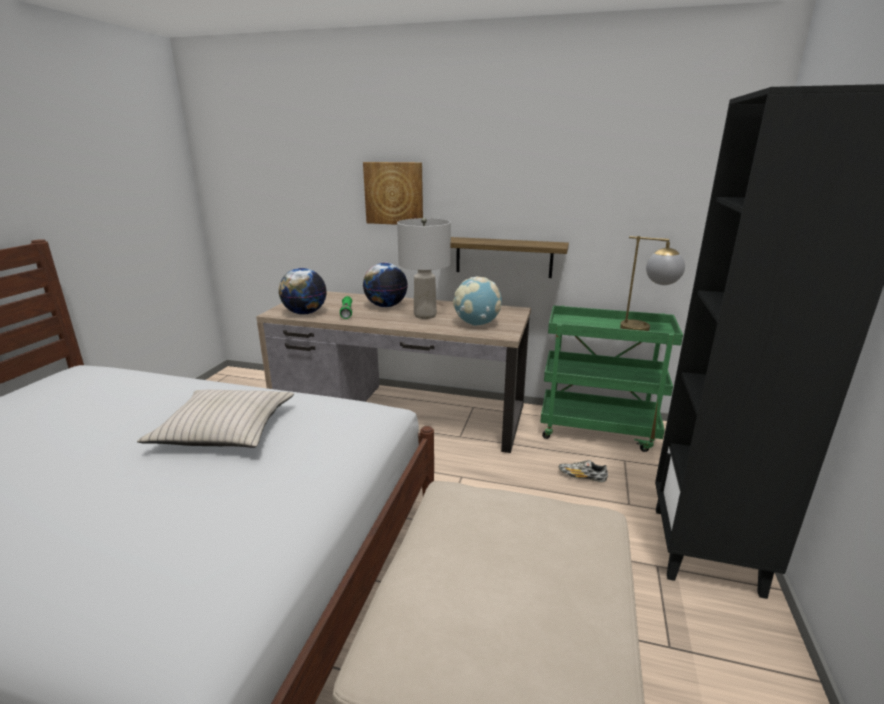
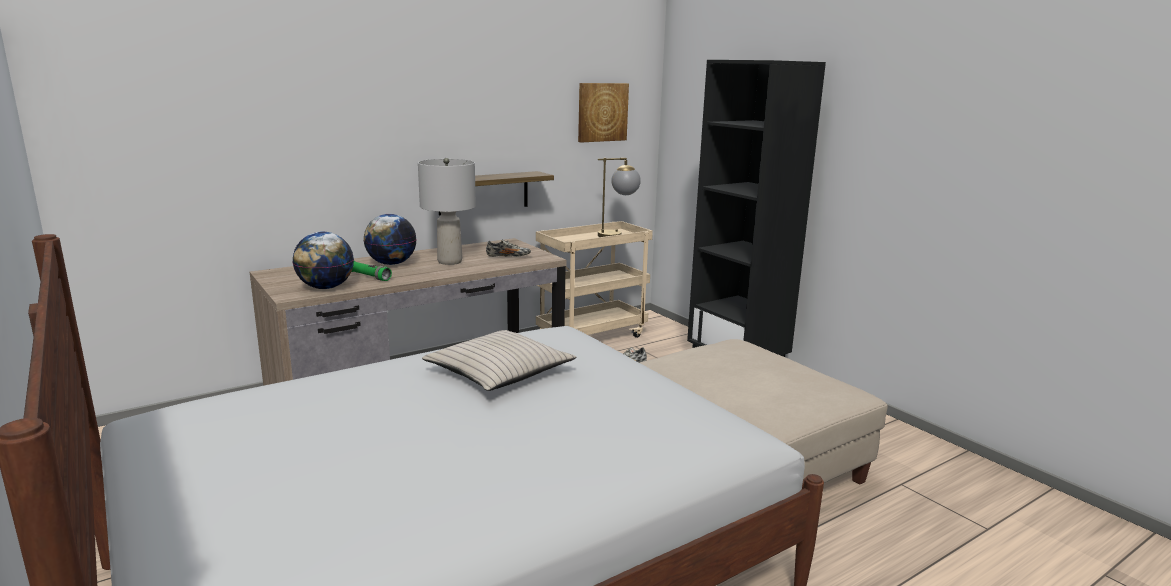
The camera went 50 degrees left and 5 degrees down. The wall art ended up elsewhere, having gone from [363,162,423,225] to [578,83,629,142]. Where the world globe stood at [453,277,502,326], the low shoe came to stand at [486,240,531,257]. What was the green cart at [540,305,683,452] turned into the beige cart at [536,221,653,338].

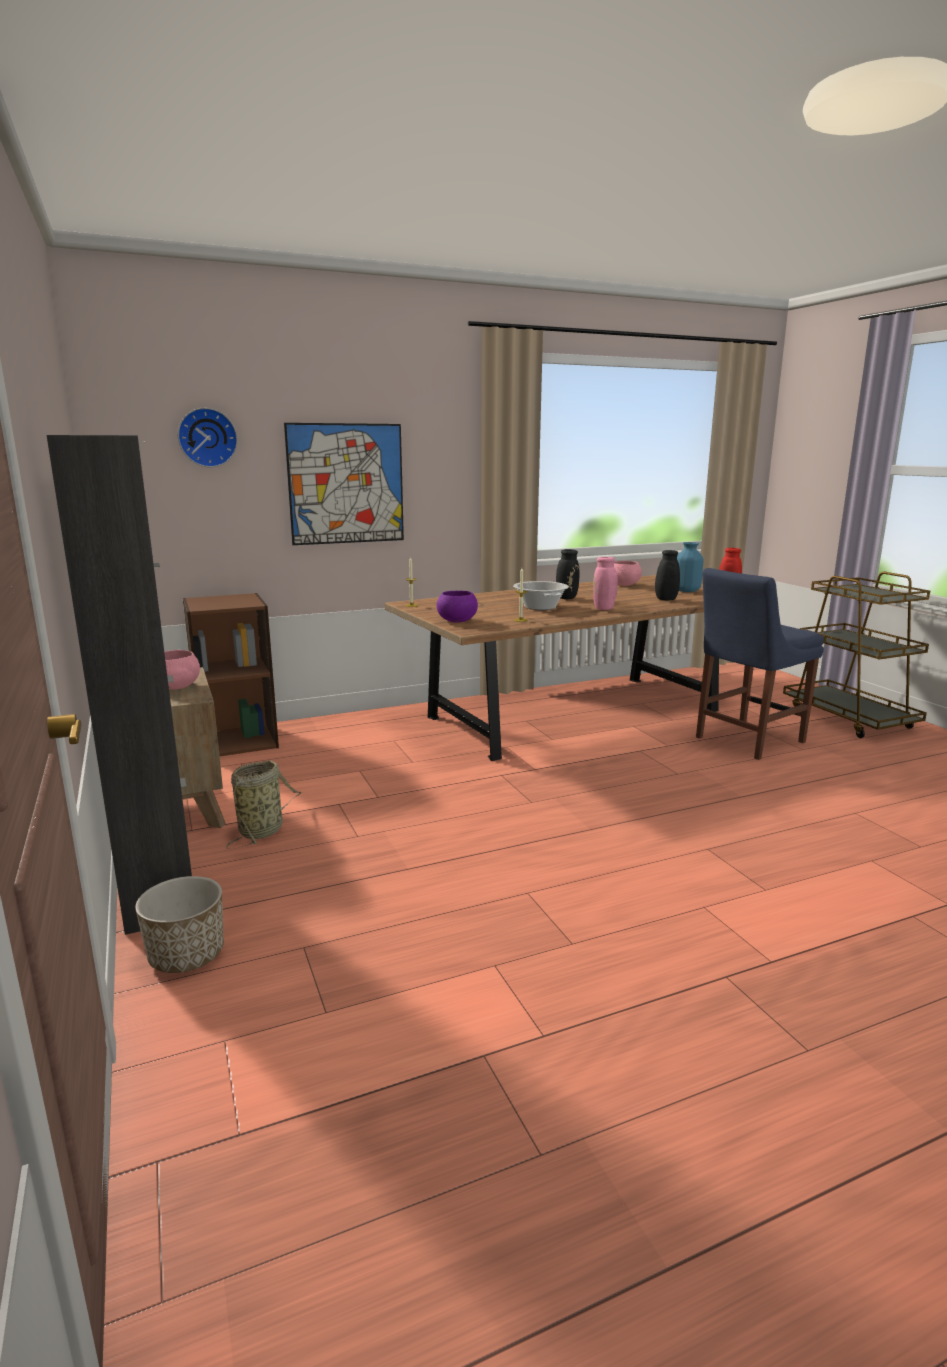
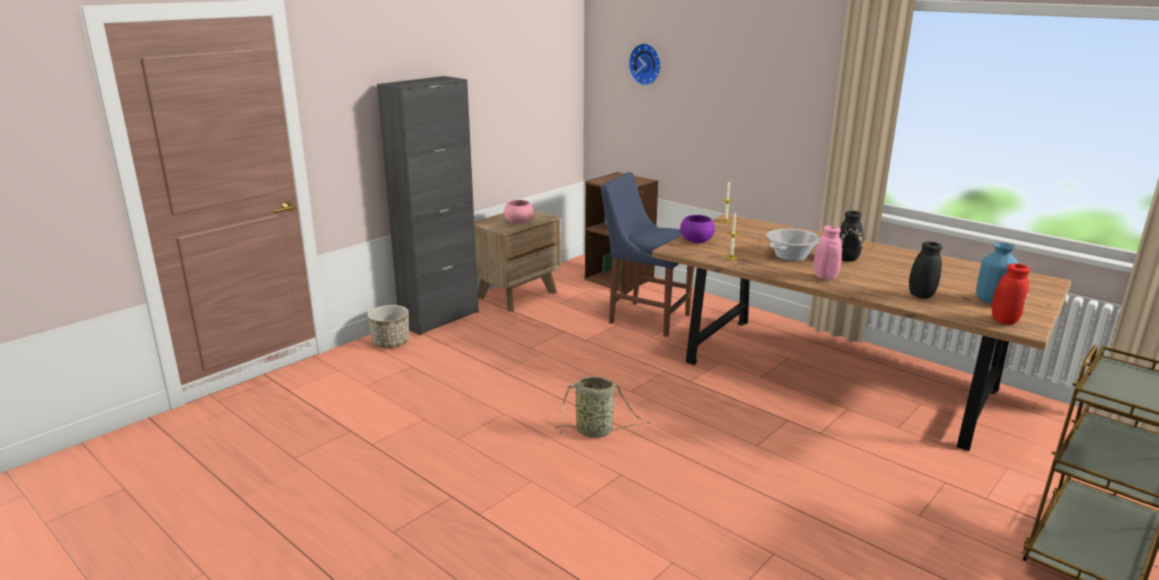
The camera went 65 degrees right and 5 degrees up. The second view lost the wall art at [284,423,404,545]. The second view lost the pink bowl at [614,561,642,586]. The storage basket ended up elsewhere, having gone from [226,761,302,849] to [556,376,651,438]. The bluish plain chair ended up elsewhere, having gone from [696,568,824,760] to [601,172,694,337].

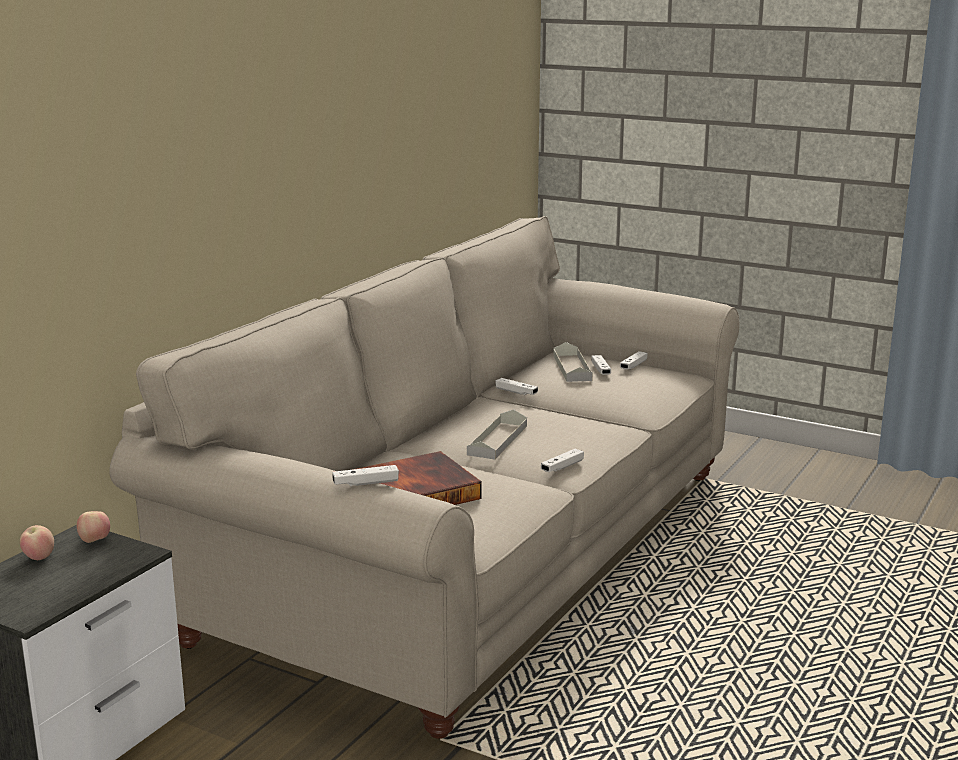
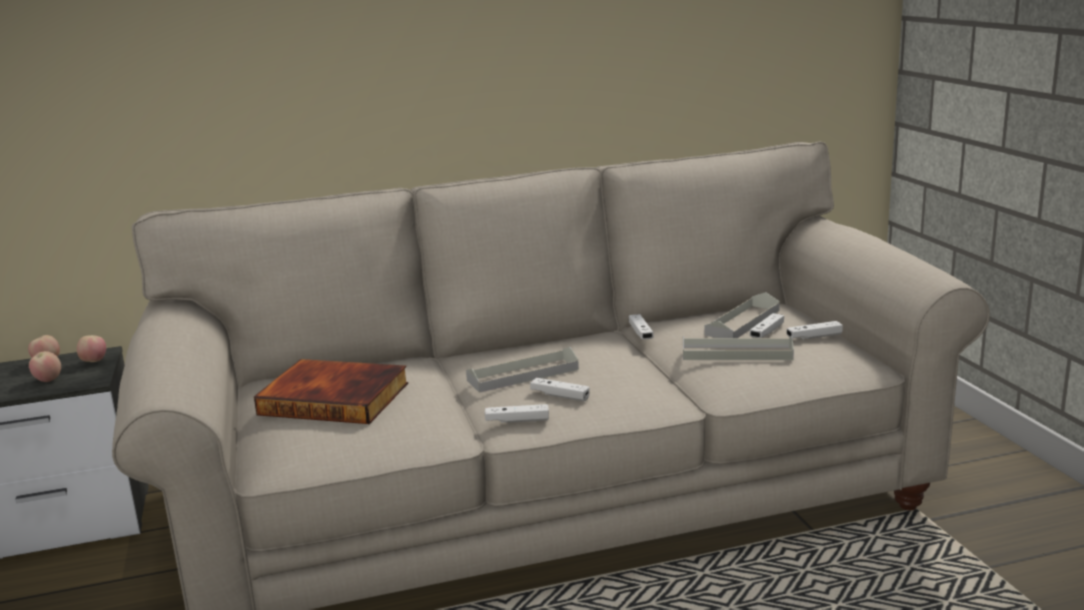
The camera went 45 degrees right and 0 degrees up. The second view gained the apple at [29,351,61,382]. The second view gained the greyish serving tray at [683,336,794,360]. The white joypad ended up elsewhere, having gone from [332,465,399,486] to [530,378,590,402].

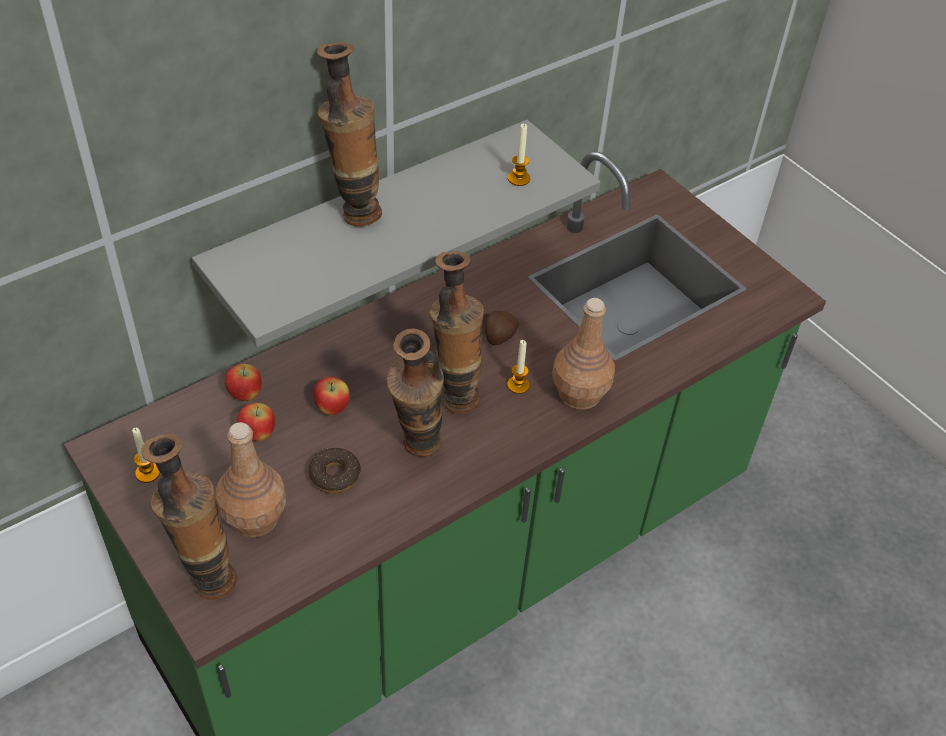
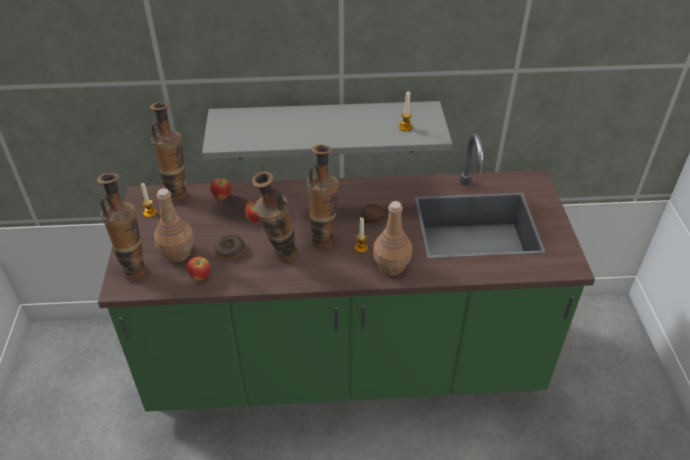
The camera went 35 degrees right and 5 degrees down. The apple ended up elsewhere, having gone from [237,403,275,441] to [187,257,210,281]. The vase ended up elsewhere, having gone from [317,42,382,227] to [150,102,188,201].

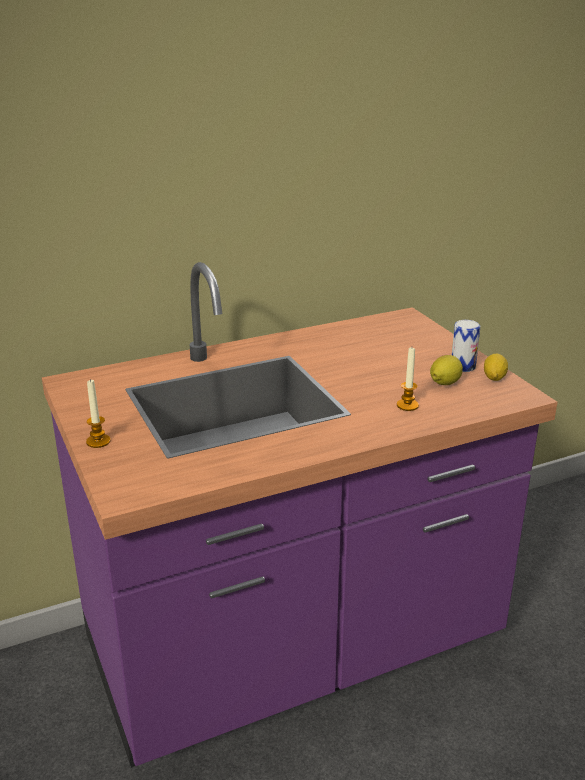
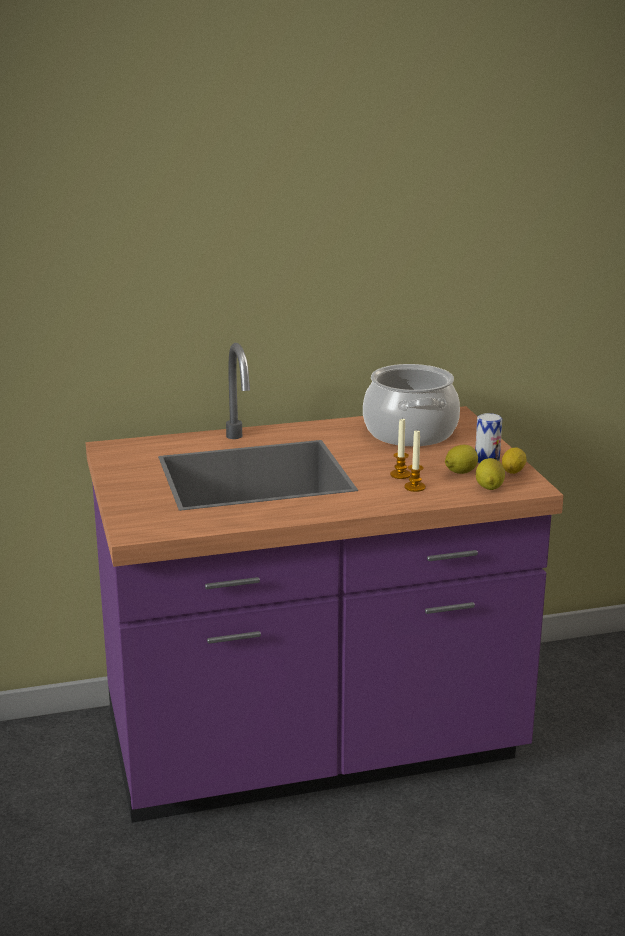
The camera went 10 degrees right and 5 degrees down. The second view gained the cooking pot at [363,364,460,446]. The second view gained the lemon at [476,458,505,490]. The wax candle ended up elsewhere, having gone from [86,379,111,448] to [390,419,411,479].

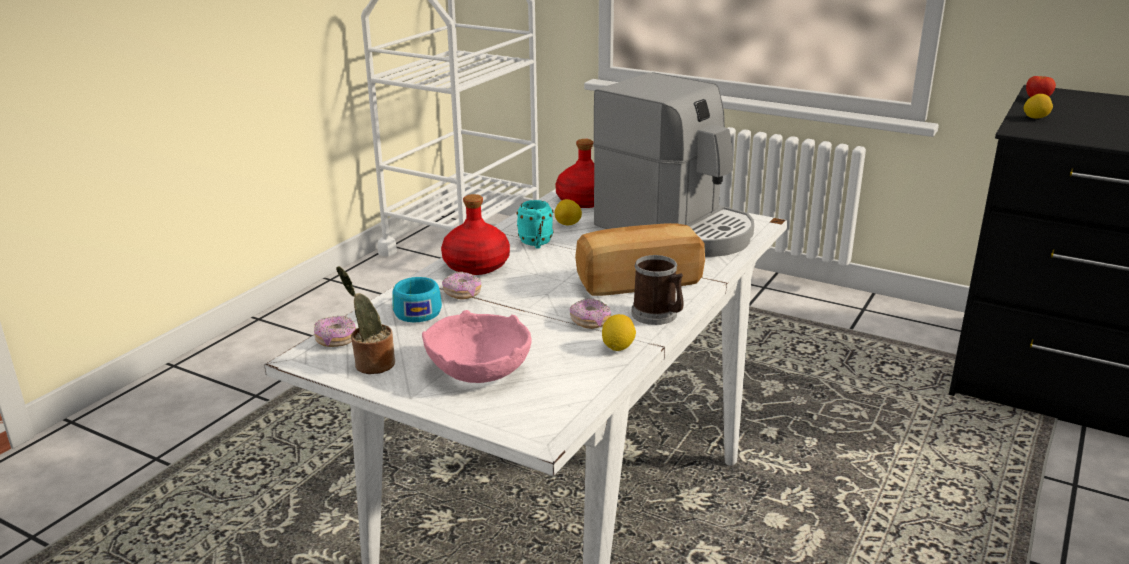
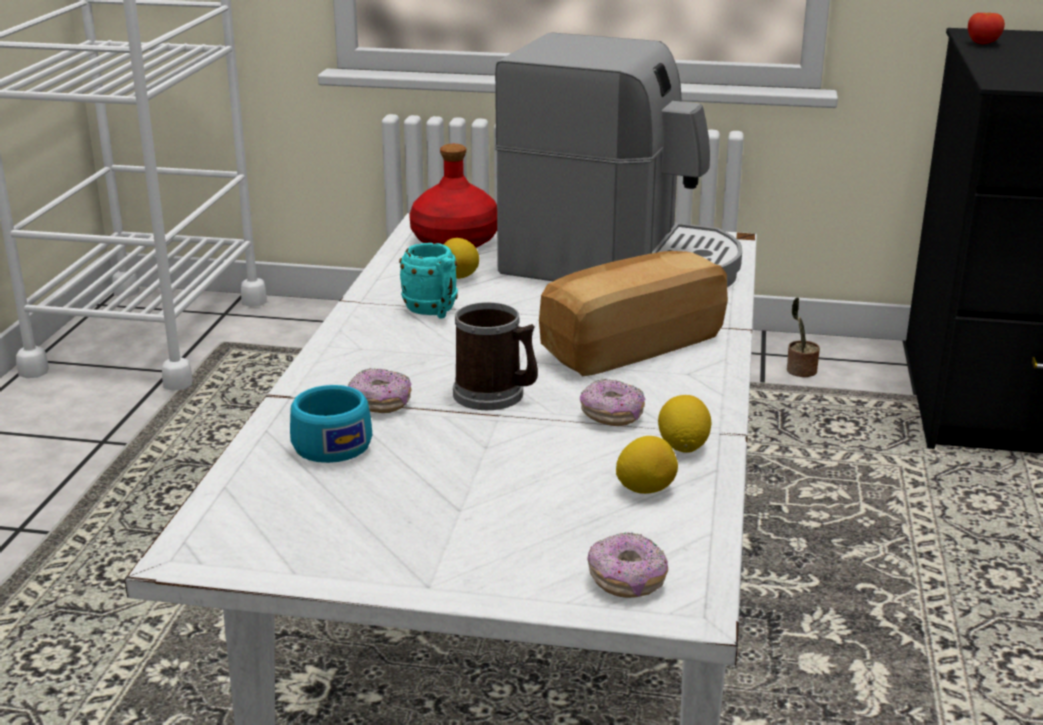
The camera went 20 degrees left and 0 degrees up. The second view lost the pink bowl at [422,310,532,383]. The second view lost the red drink bottle at [441,194,510,275]. The ring doughnut ended up elsewhere, having gone from [314,316,356,347] to [587,532,668,598]. The potted plant ended up elsewhere, having gone from [336,266,395,374] to [787,297,820,377]. The coffee mug ended up elsewhere, having gone from [631,255,684,325] to [453,302,538,410]. The lemon ended up elsewhere, having gone from [1024,94,1053,119] to [616,436,678,494].

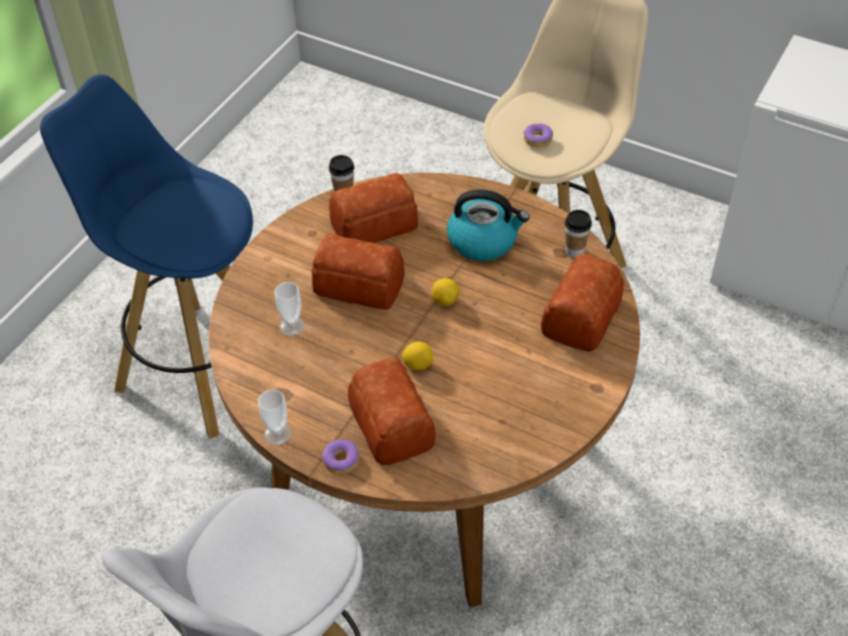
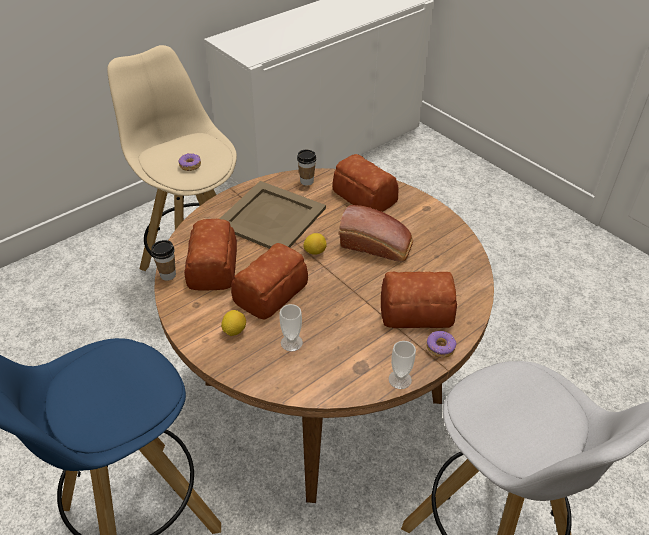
The camera went 70 degrees left and 5 degrees down. The second view gained the bakery bread at [339,205,413,262]. The lemon ended up elsewhere, having gone from [402,341,433,370] to [221,310,246,336]. Where the water kettle stood at [447,189,530,261], the beige serving tray came to stand at [220,181,326,249].

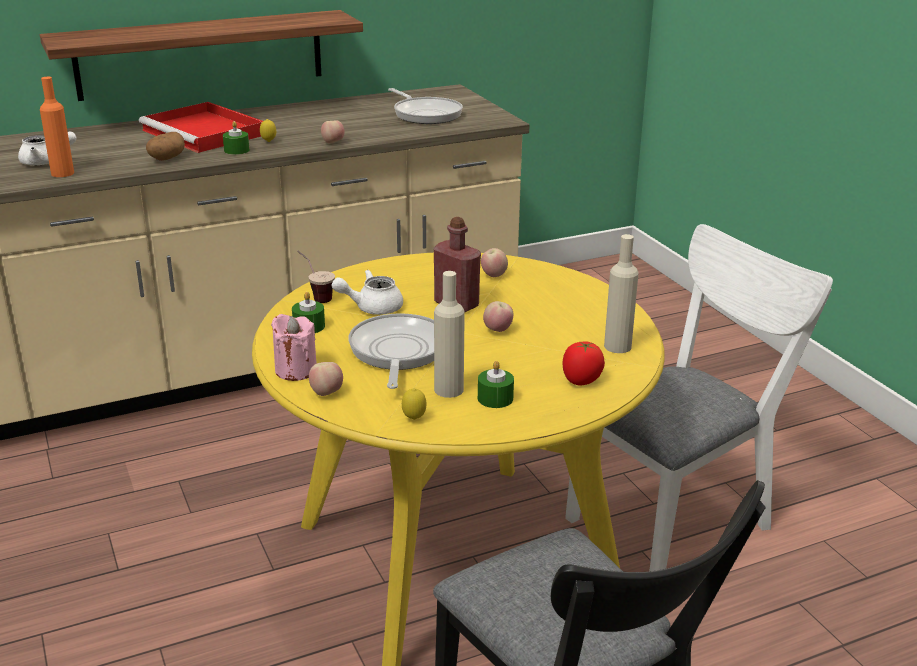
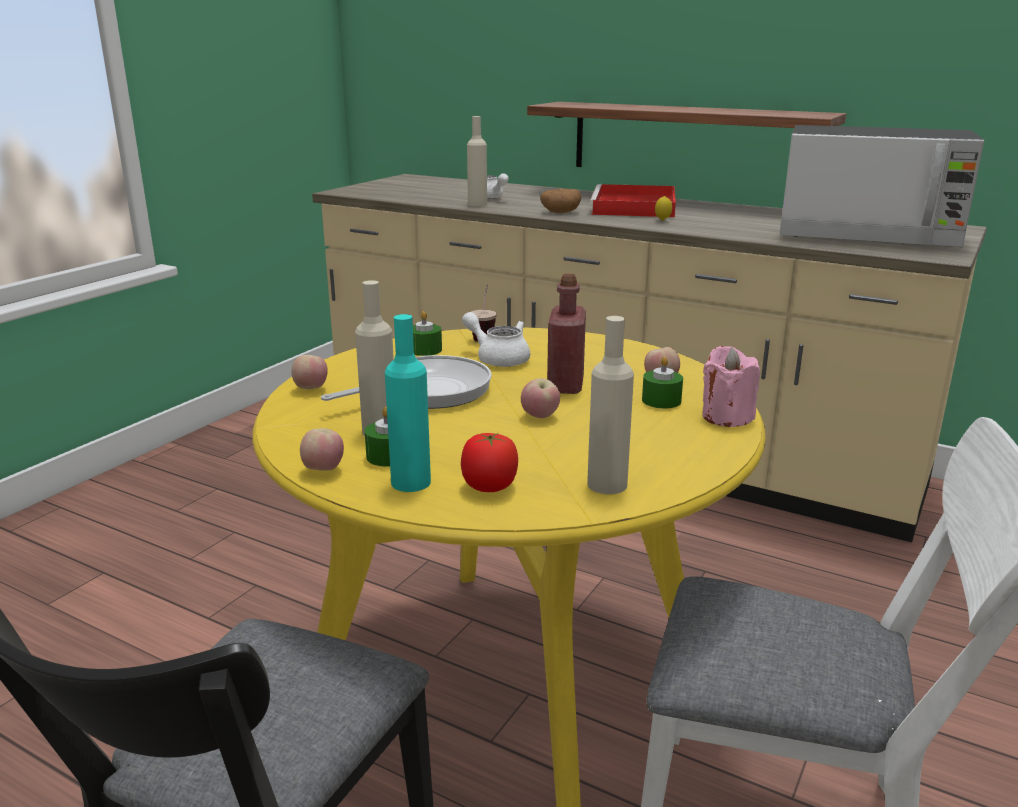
The camera went 55 degrees right and 5 degrees down. The second view lost the lemon at [402,388,427,420]. The second view gained the blue-green drink bottle at [385,314,431,492]. The green wax candle ended up elsewhere, having gone from [223,121,249,155] to [642,357,683,409]. The pink wax candle ended up elsewhere, having gone from [271,314,317,381] to [702,346,760,427]. The apple ended up elsewhere, having gone from [321,120,345,144] to [300,428,344,471]. Where the skillet stood at [388,88,463,124], the kitchen microwave came to stand at [780,125,984,247]. What was the orangey drink bottle at [40,77,74,177] turned into the beige drink bottle at [467,116,487,207].

